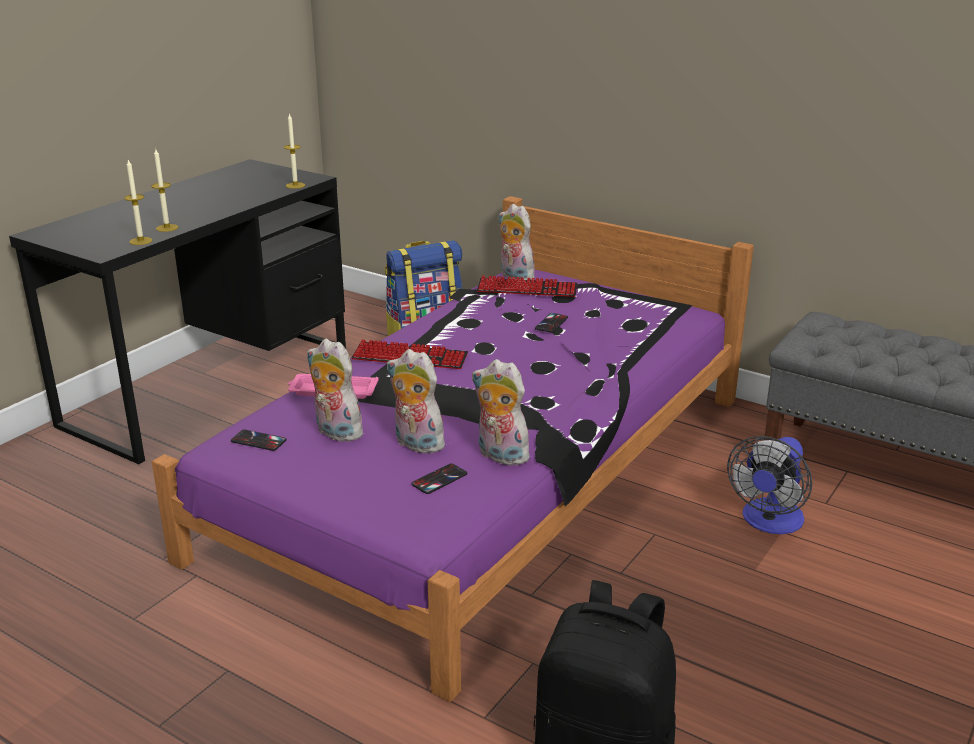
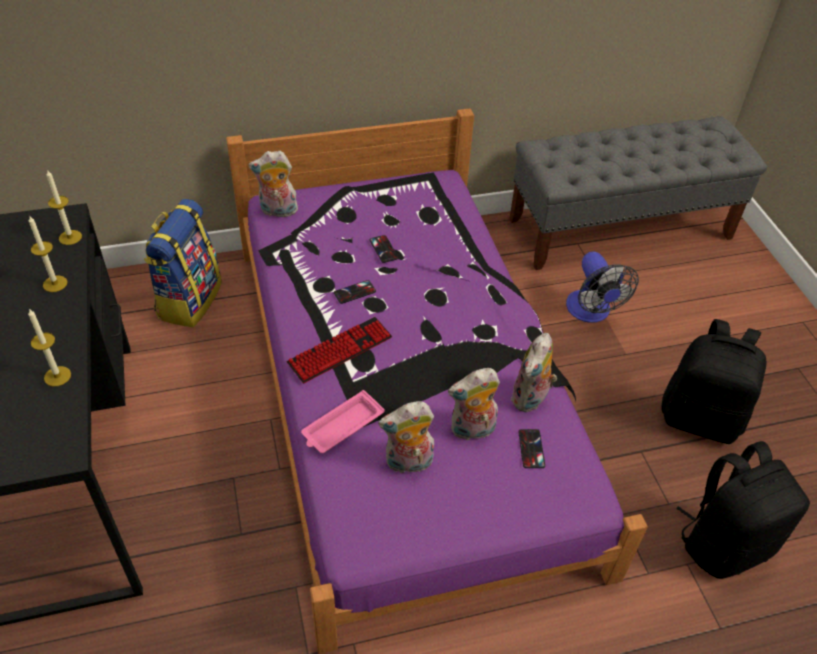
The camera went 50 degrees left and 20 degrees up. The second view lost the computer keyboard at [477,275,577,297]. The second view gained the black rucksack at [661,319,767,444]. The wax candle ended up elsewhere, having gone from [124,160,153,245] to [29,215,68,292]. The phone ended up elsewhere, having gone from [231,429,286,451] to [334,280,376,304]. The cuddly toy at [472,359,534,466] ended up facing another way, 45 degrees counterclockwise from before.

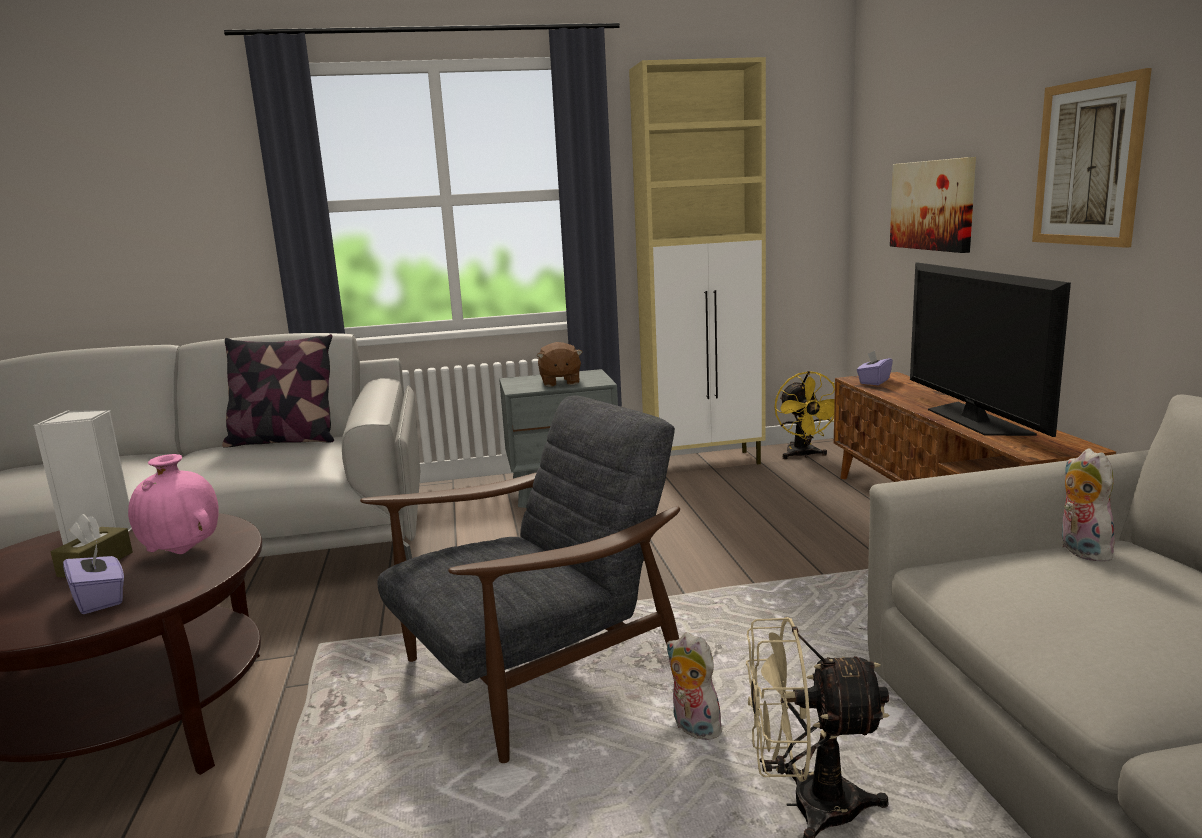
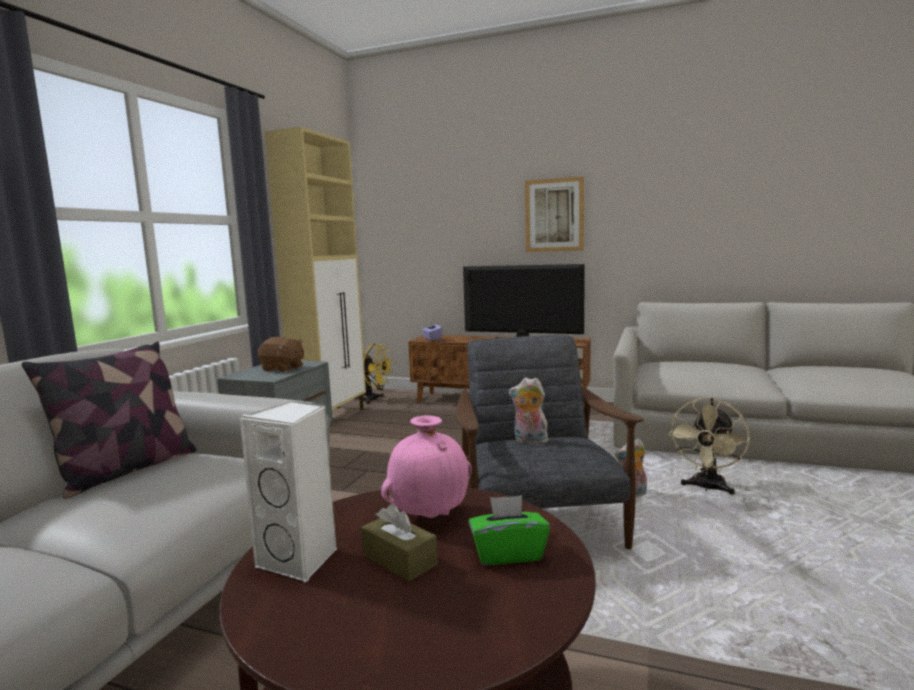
The camera went 60 degrees left and 5 degrees down. The second view lost the wall art at [890,157,976,253]. The cuddly toy ended up elsewhere, having gone from [1062,448,1120,561] to [509,378,548,444]. What was the purple-coloured box of tissues at [63,542,124,614] turned into the green box of tissues at [469,495,550,565].

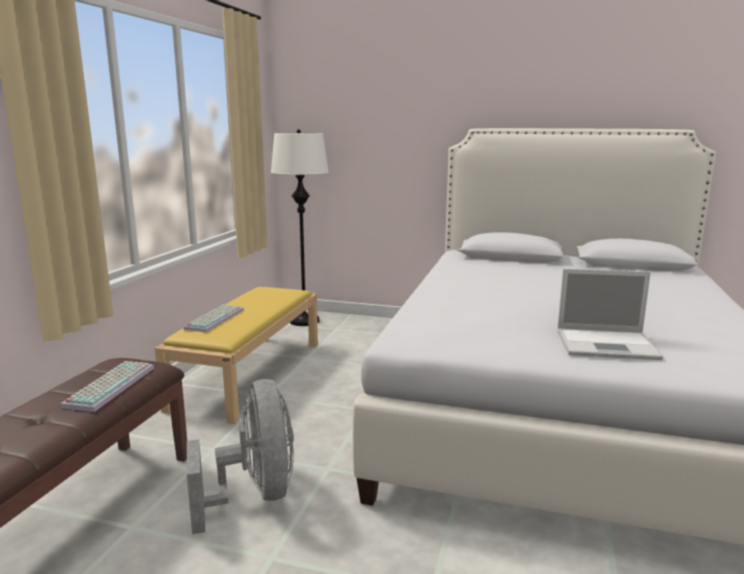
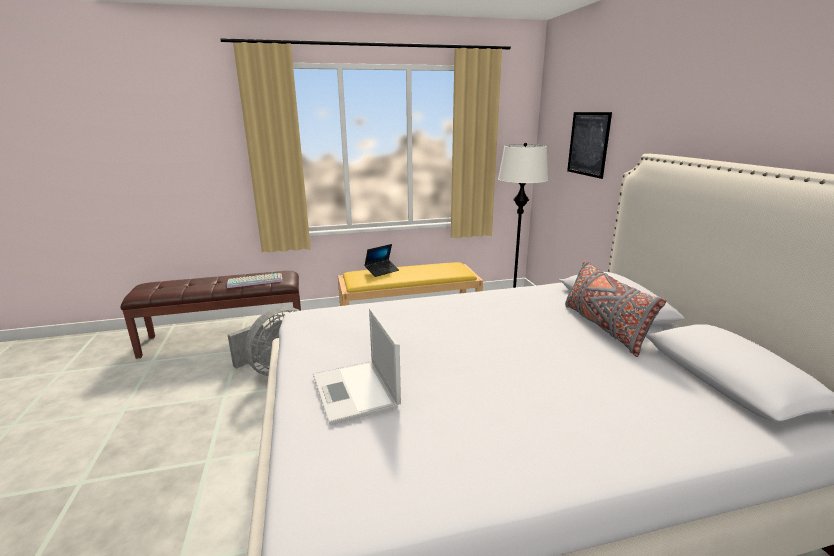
The camera went 60 degrees right and 5 degrees up. The second view gained the greyish cushion at [565,261,666,357]. The second view gained the wall art at [567,112,612,179]. Where the computer keyboard stood at [183,304,244,332], the portable computer came to stand at [365,244,399,277].

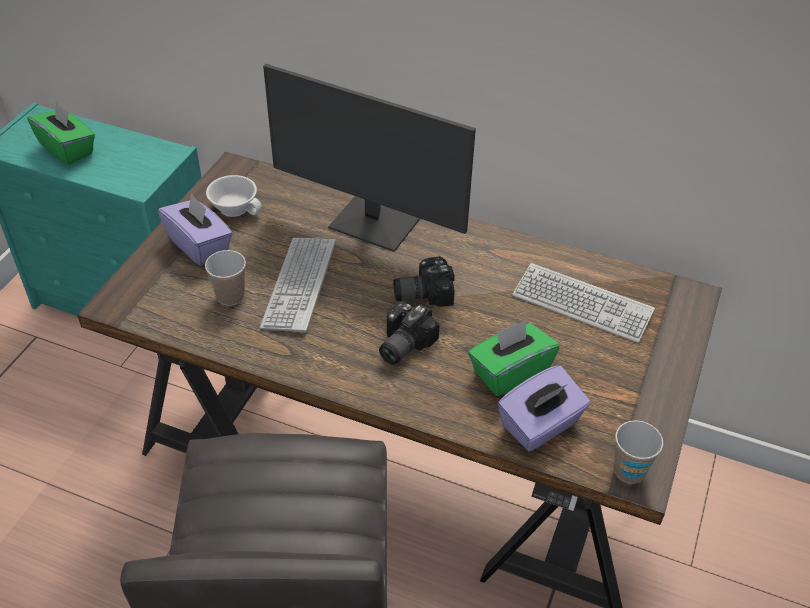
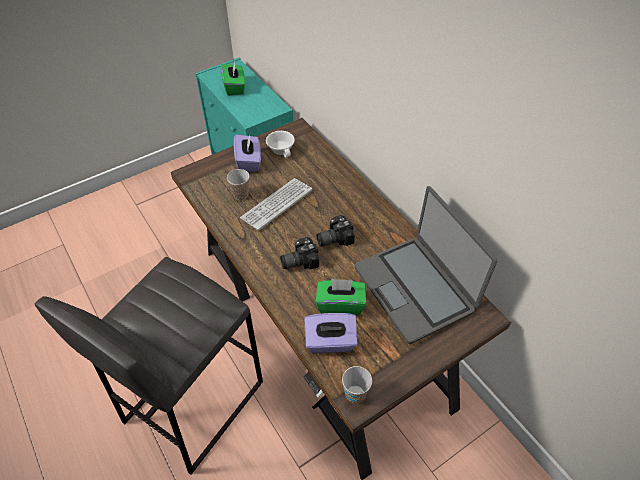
The camera went 35 degrees right and 5 degrees up. The second view lost the computer screen at [263,64,476,252]. Where the computer keyboard stood at [512,263,655,343], the portable computer came to stand at [355,186,497,344]. The still camera at [393,256,455,307] ended up facing another way, 45 degrees counterclockwise from before.

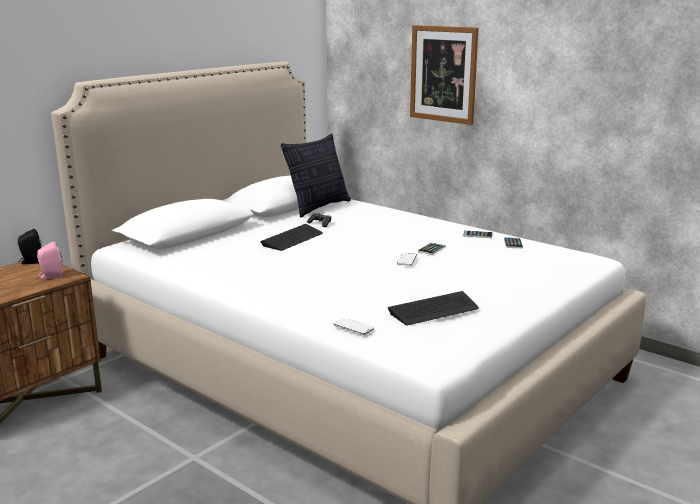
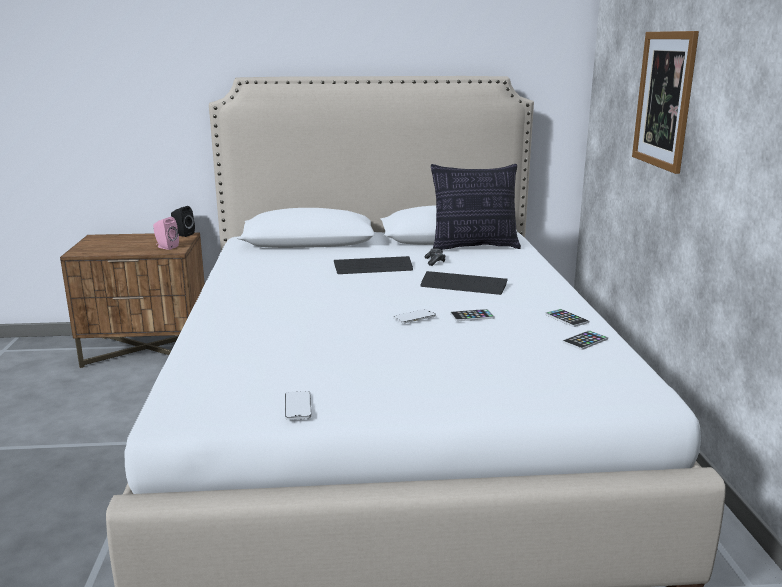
The camera went 45 degrees right and 0 degrees up. The phone ended up elsewhere, having gone from [333,318,374,335] to [285,391,312,420]. The computer keyboard ended up elsewhere, having gone from [388,291,479,325] to [420,271,508,295].

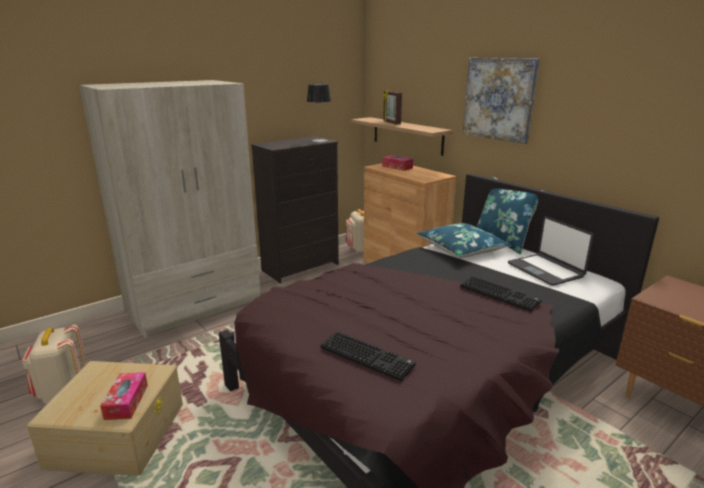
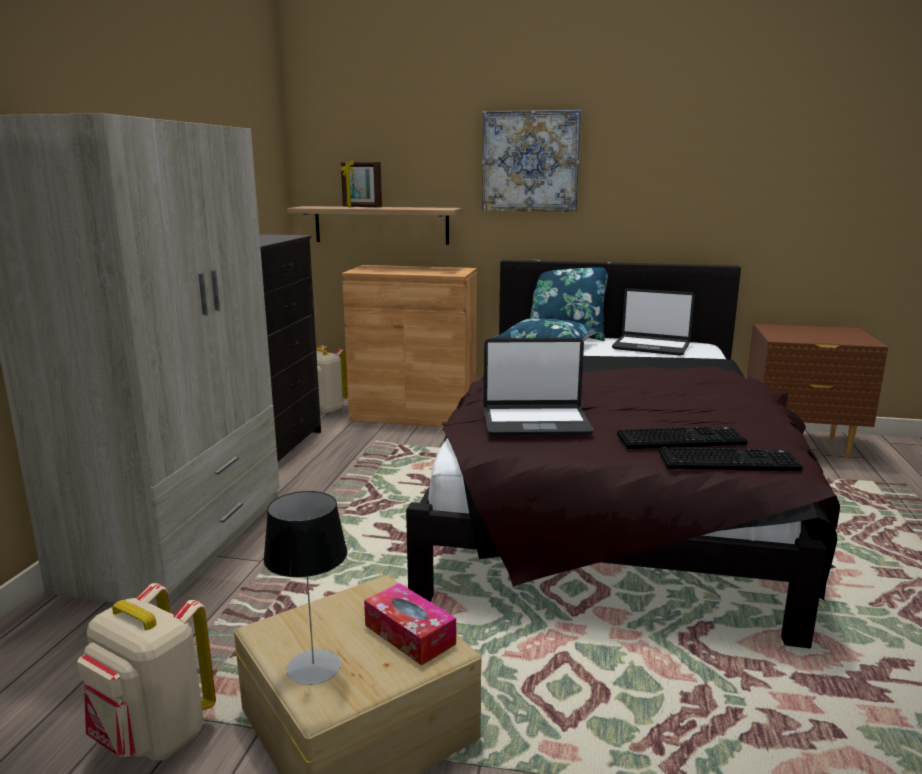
The camera went 40 degrees left and 5 degrees down. The second view lost the box of tissues at [382,155,413,171]. The second view gained the portable computer at [484,338,594,435]. The lamp for a table ended up elsewhere, having gone from [307,84,331,142] to [263,491,347,685]. The computer keyboard ended up elsewhere, having gone from [460,276,542,312] to [659,447,803,471].

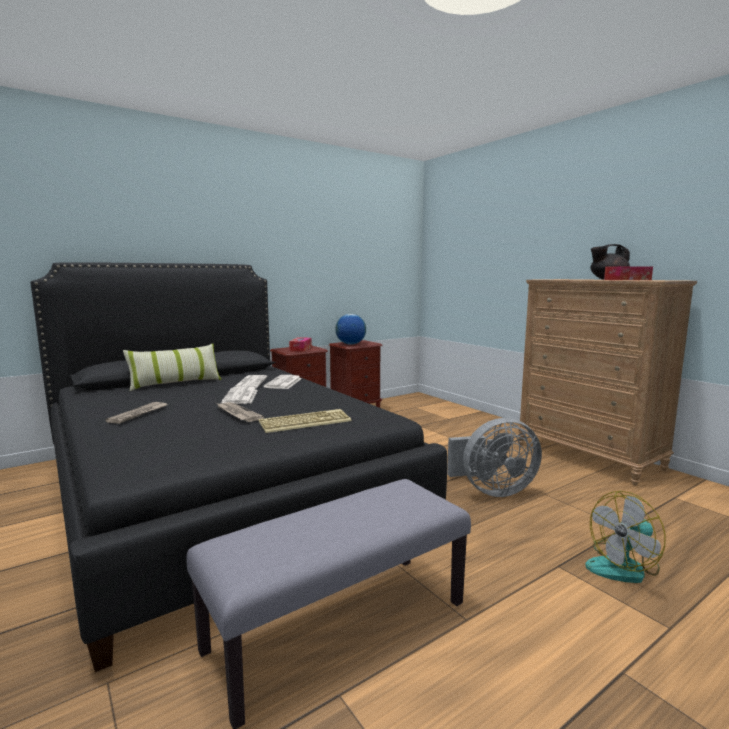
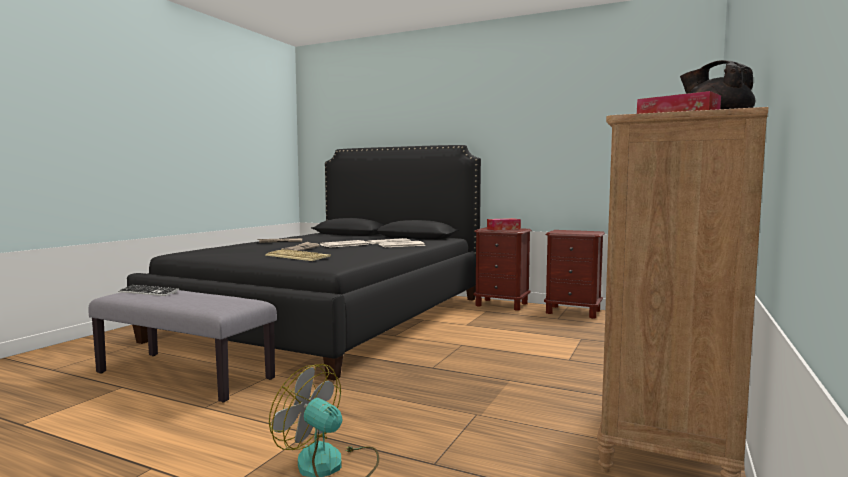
The camera went 60 degrees right and 5 degrees down. The second view lost the cushion at [123,344,221,391]. The second view lost the world globe at [335,314,366,345]. The second view lost the greyish cooling fan at [447,418,542,497]. The second view gained the computer keyboard at [118,285,179,296].

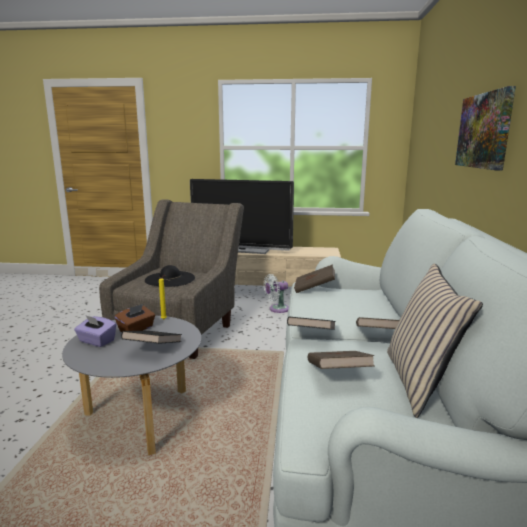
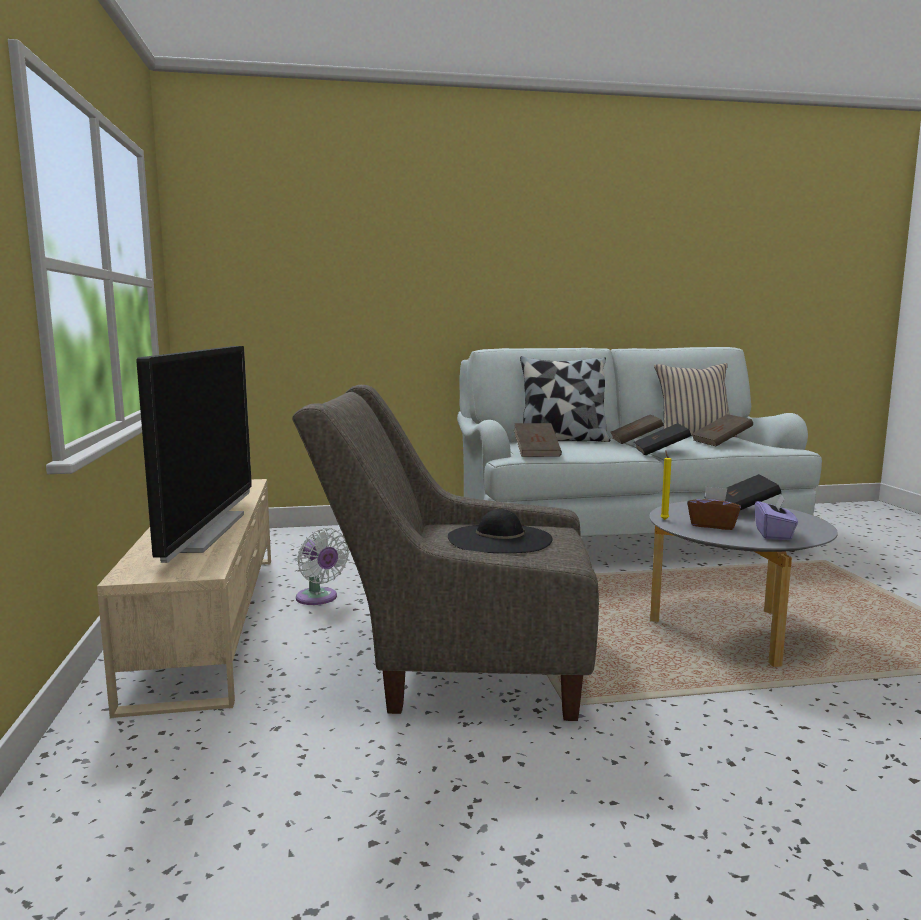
The camera went 105 degrees left and 5 degrees down. The second view lost the wall art at [455,86,516,170]. The second view gained the cushion at [520,356,610,442].

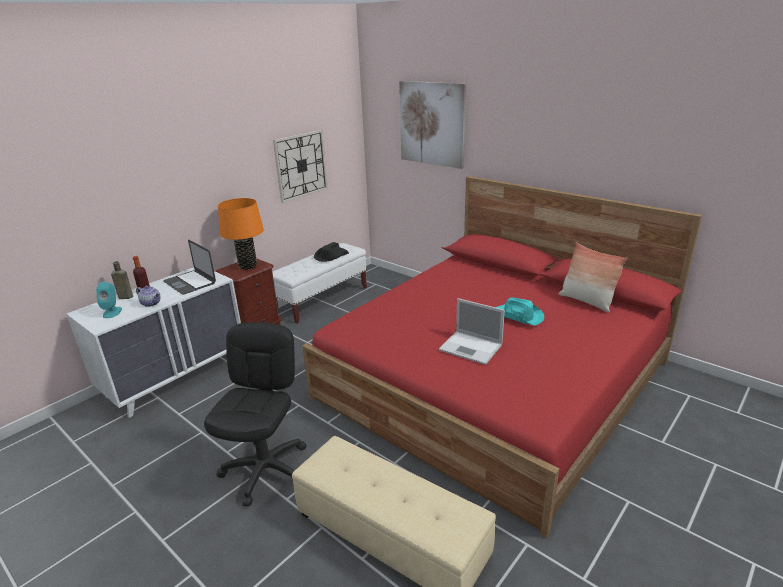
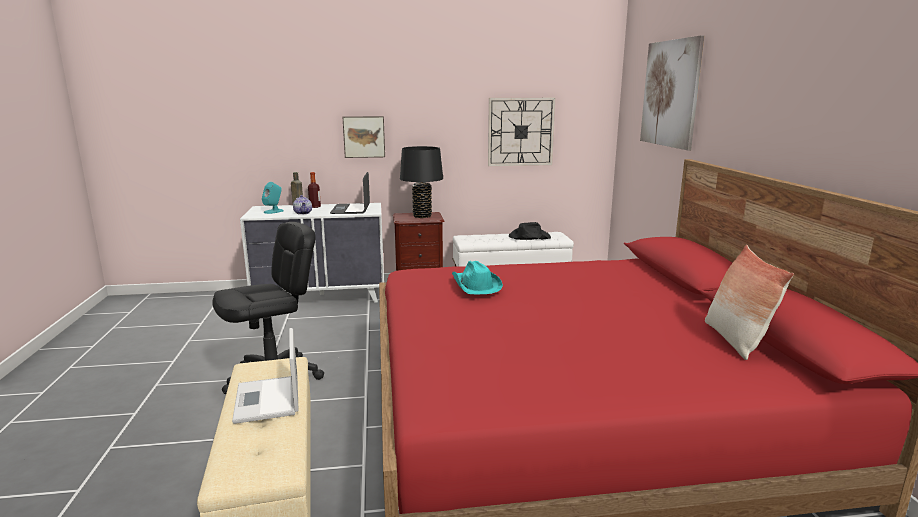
The camera went 40 degrees right and 10 degrees down. The second view gained the wall art at [343,116,385,158]. The portable computer ended up elsewhere, having gone from [439,298,505,365] to [232,328,299,424]. The blue-green wearable hat ended up elsewhere, having gone from [496,297,544,326] to [452,261,503,294]. What was the orangey lamp for a table at [218,198,264,270] turned into the black lamp for a table at [400,146,443,218].

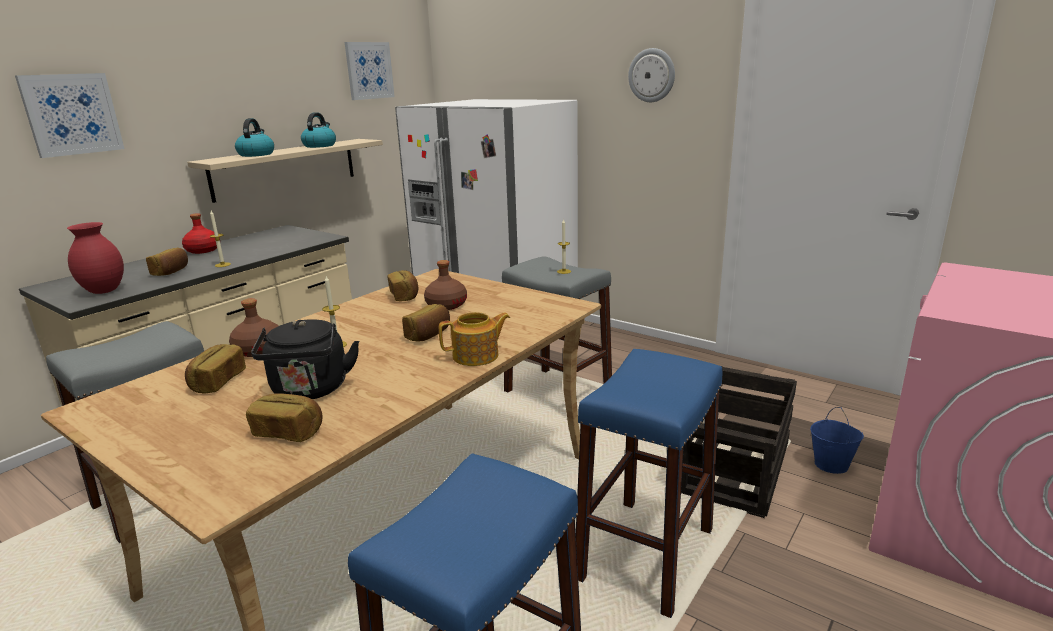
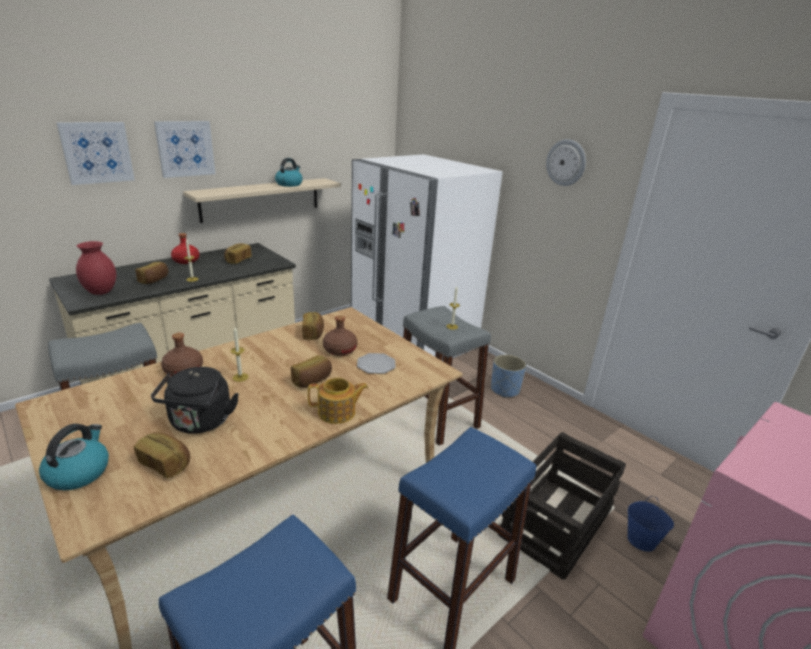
The camera went 10 degrees right and 5 degrees up. The second view gained the flat dish at [357,353,395,374]. The second view gained the bluish flower pot at [491,355,526,398]. The bakery bread ended up elsewhere, having gone from [185,344,246,393] to [224,243,252,264]. The water kettle ended up elsewhere, having gone from [235,118,274,157] to [39,424,109,490]. The wall art ended up elsewhere, having gone from [345,42,395,100] to [154,121,215,178].

